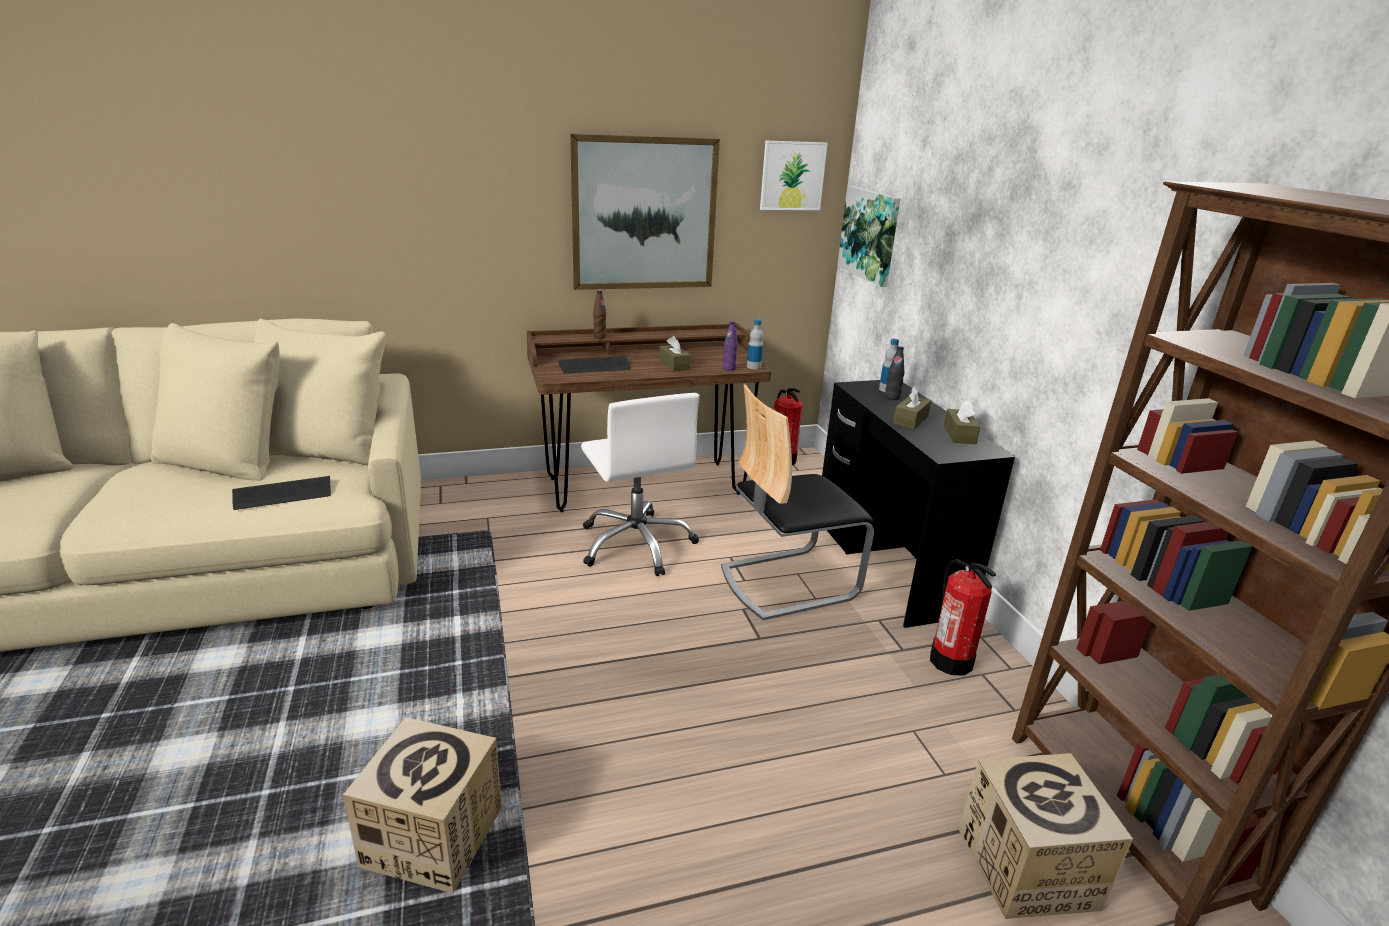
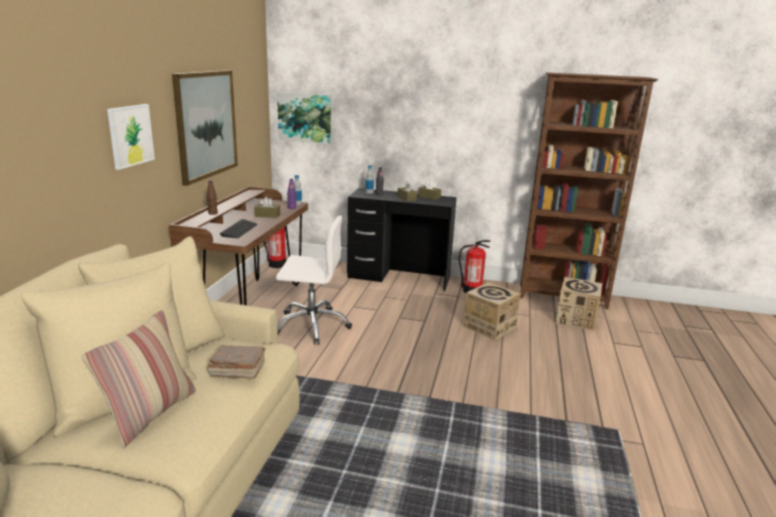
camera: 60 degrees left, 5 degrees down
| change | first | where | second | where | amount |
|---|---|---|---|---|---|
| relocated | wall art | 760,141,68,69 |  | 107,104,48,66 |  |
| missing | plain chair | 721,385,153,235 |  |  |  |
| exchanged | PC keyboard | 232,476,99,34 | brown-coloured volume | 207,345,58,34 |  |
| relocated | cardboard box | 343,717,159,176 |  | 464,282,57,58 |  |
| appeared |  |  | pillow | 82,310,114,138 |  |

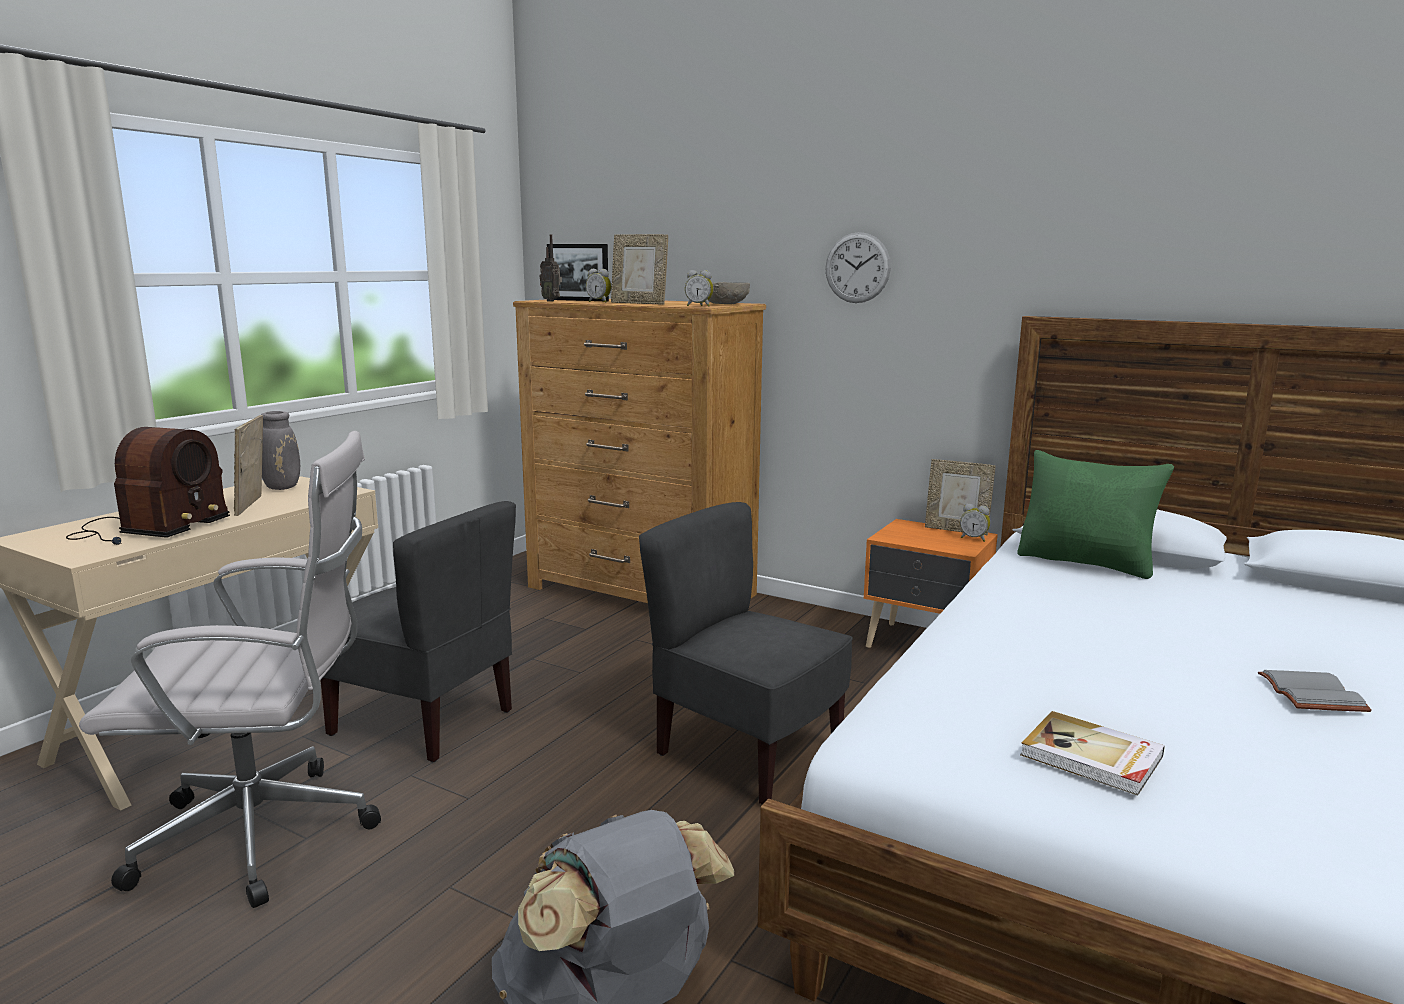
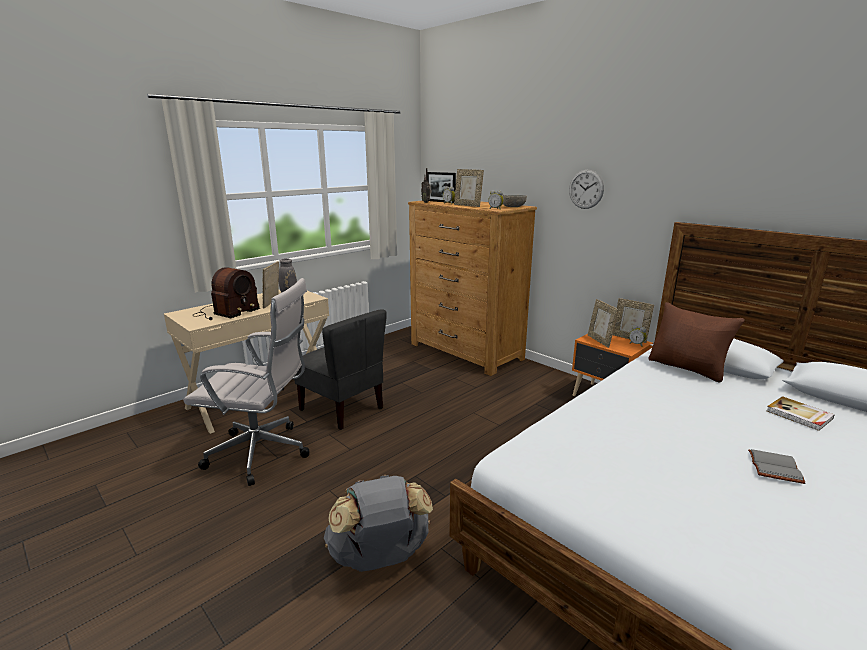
camera: 15 degrees right, 5 degrees up
| change | first | where | second | where | amount |
|---|---|---|---|---|---|
| colour | green pillow | 1017,450,157,129 | brown-coloured pillow | 648,302,97,81 |  |
| missing | grey plain chair | 639,502,214,303 |  |  |  |
| relocated | volume | 1020,711,145,85 |  | 766,396,69,35 |  |
| appeared |  |  | picture frame | 588,299,31,49 |  |

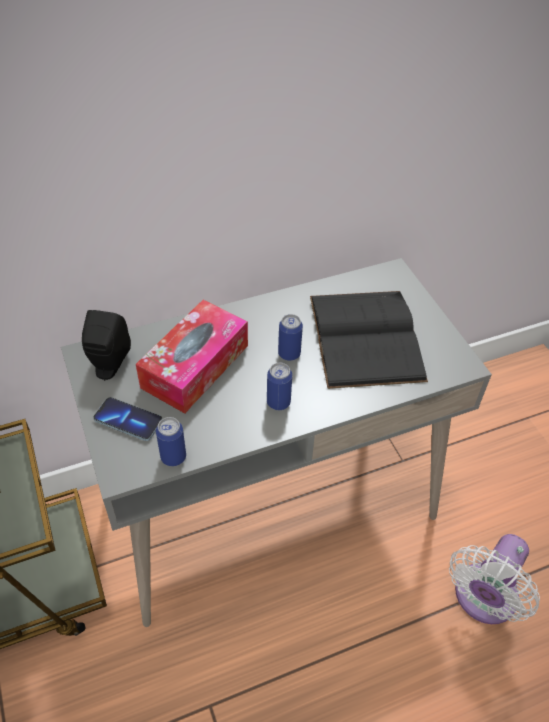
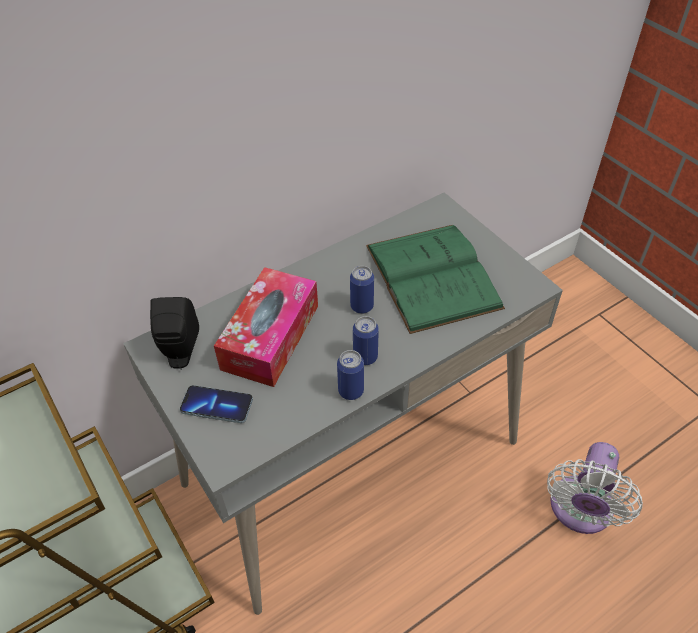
camera: 10 degrees left, 0 degrees up
| change | first | where | second | where | amount |
|---|---|---|---|---|---|
| colour | black-coloured volume | 310,291,118,98 | green volume | 366,225,139,109 |  |
| relocated | metal can | 156,417,30,49 |  | 337,350,27,50 |  |

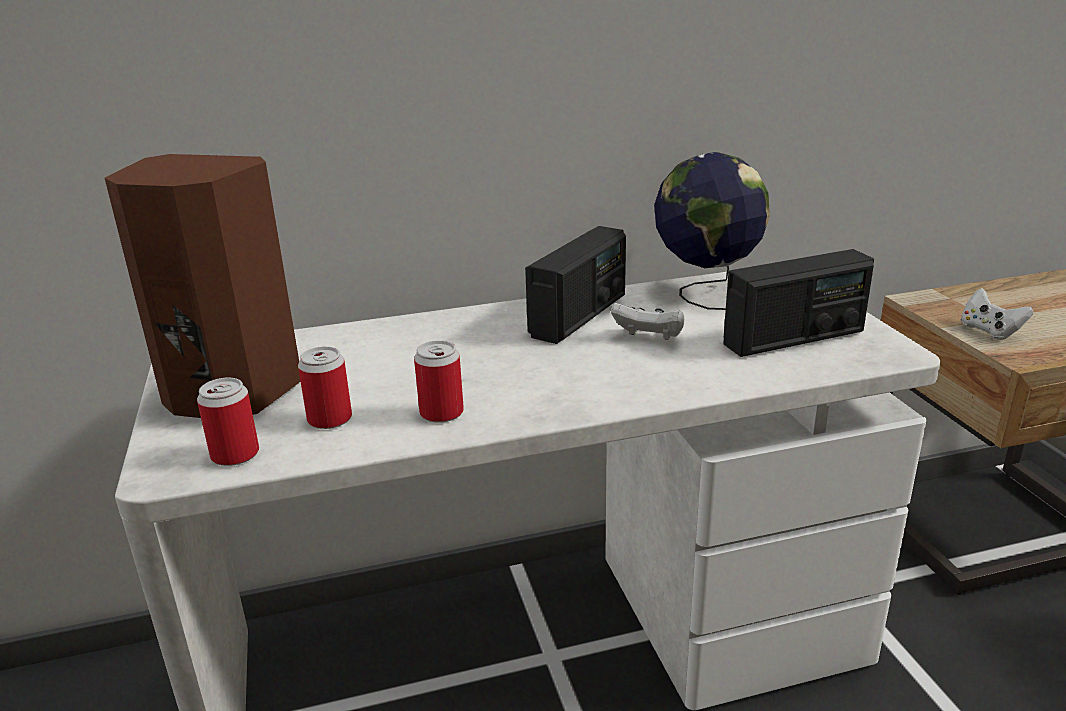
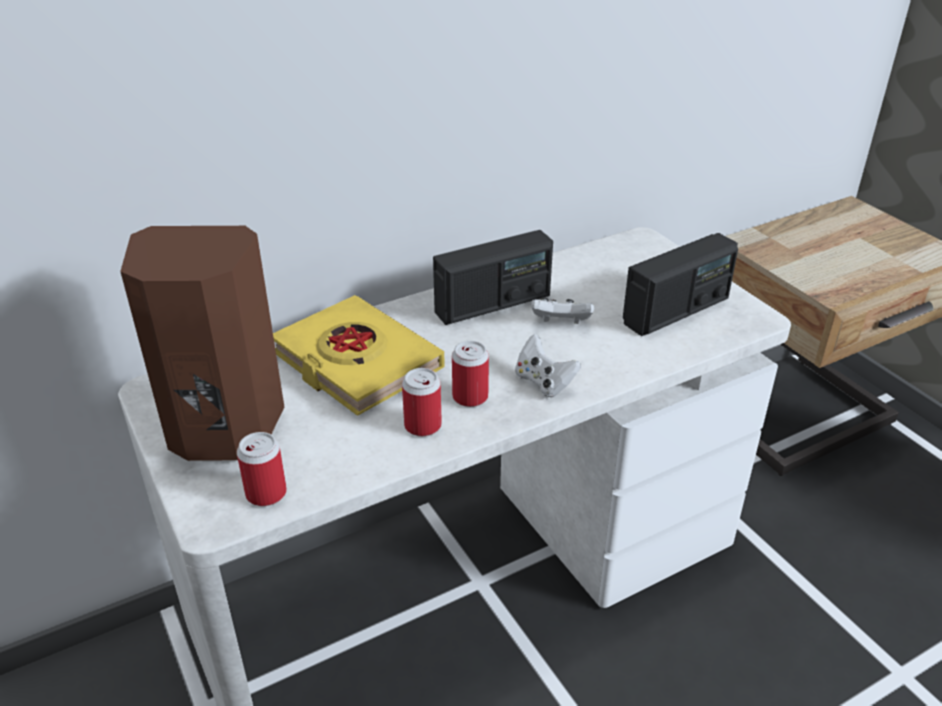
camera: 15 degrees left, 10 degrees up
| change | first | where | second | where | amount |
|---|---|---|---|---|---|
| missing | desk globe | 654,152,116,158 |  |  |  |
| spun | radio | 525,226,101,118 |  | 433,230,120,95 | 45 degrees clockwise |
| relocated | whitish game controller | 961,288,72,52 |  | 515,334,66,63 |  |
| relocated | metal can | 298,346,54,83 |  | 452,341,37,66 |  |
| appeared |  |  | yellow-coloured volume | 273,295,172,121 |  |

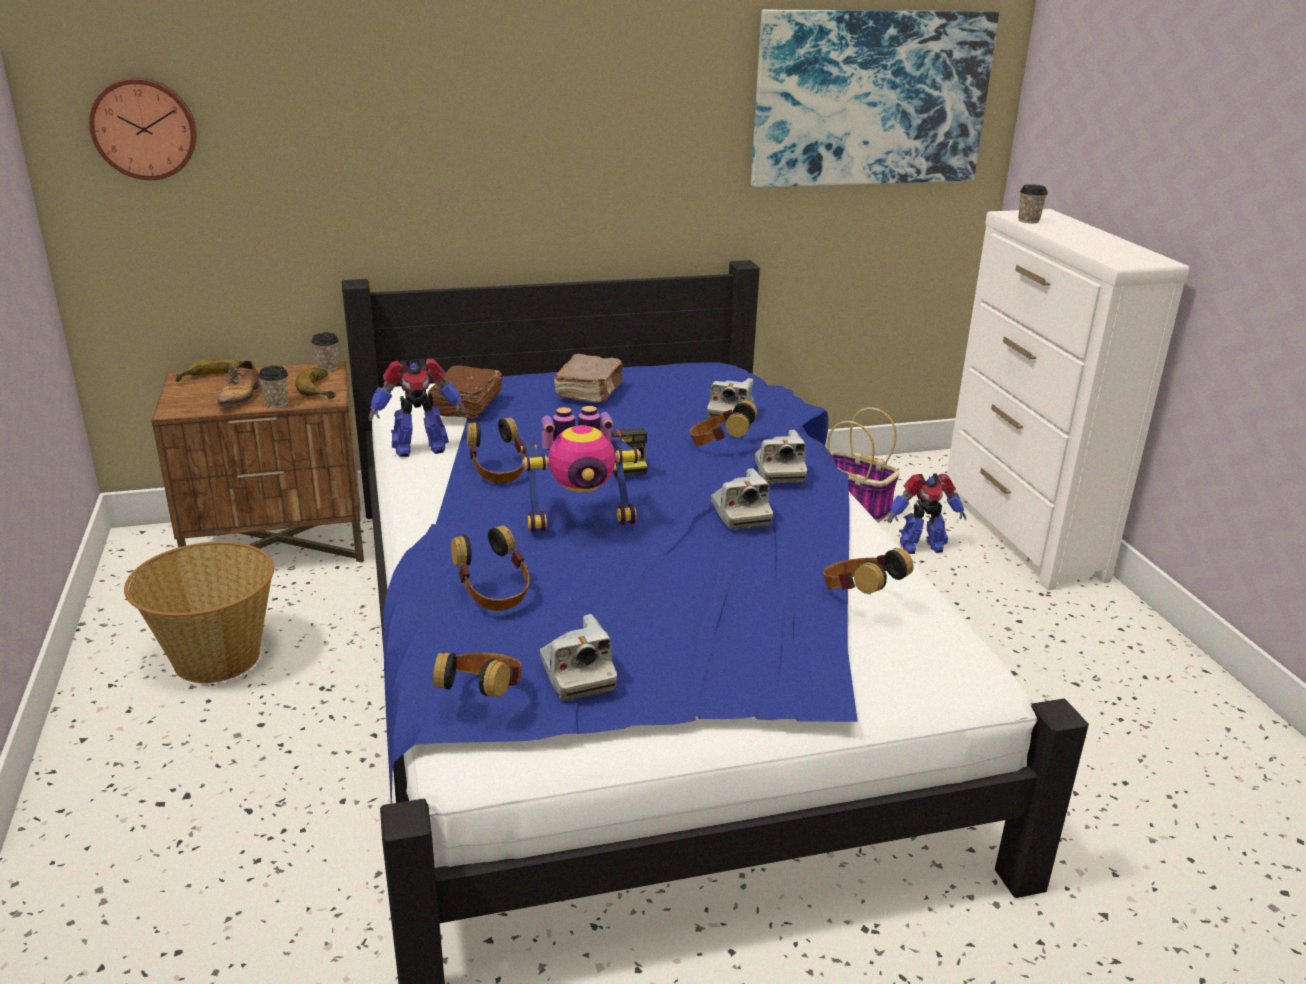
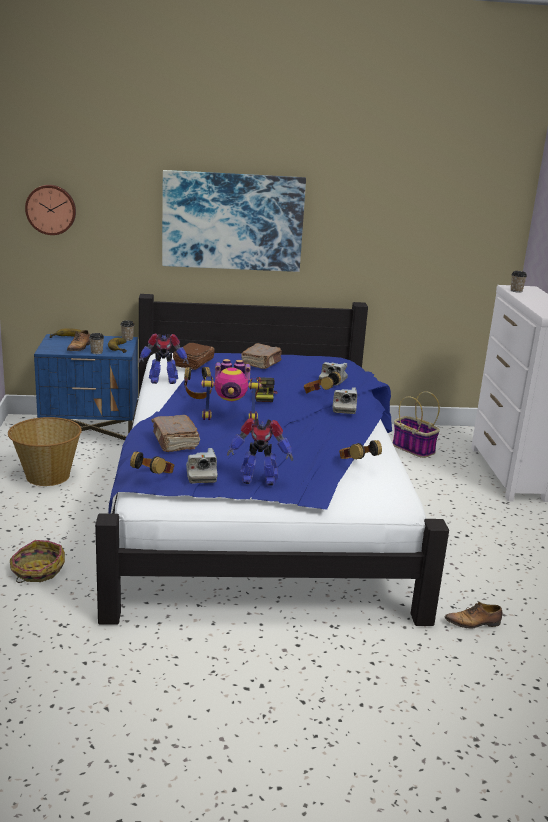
camera: 10 degrees right, 5 degrees down
| change | first | where | second | where | amount |
|---|---|---|---|---|---|
| relocated | wall art | 751,10,248,177 |  | 162,170,144,102 |  |
| colour | brown-coloured night table | 152,361,212,202 | blue night table | 34,334,104,106 |  |
| missing | still camera | 711,468,62,61 |  |  |  |
| relocated | robot figure | 887,473,79,81 |  | 227,418,66,68 |  |
| exchanged | pair of headphones | 451,525,79,86 | brown-coloured volume | 152,415,48,37 |  |
| appeared |  |  | basket | 10,540,55,43 |  |
| appeared |  |  | item of footwear | 445,602,58,26 |  |

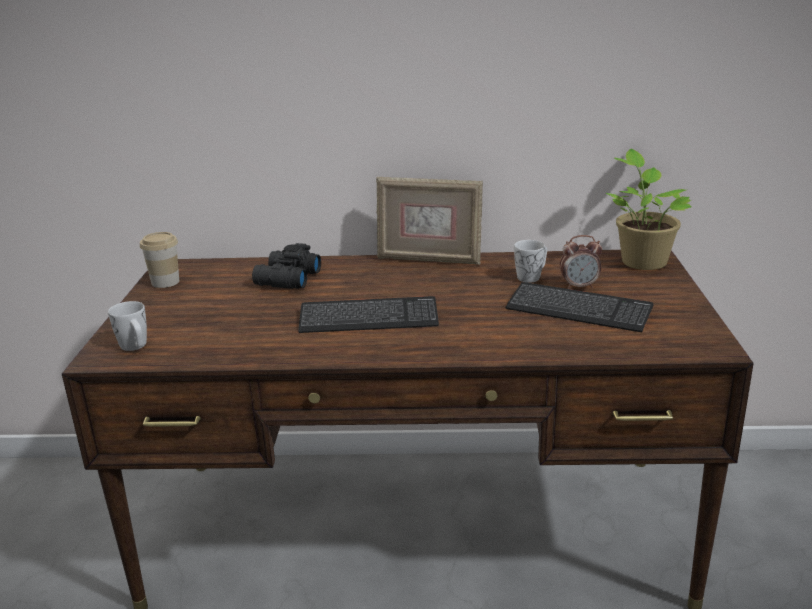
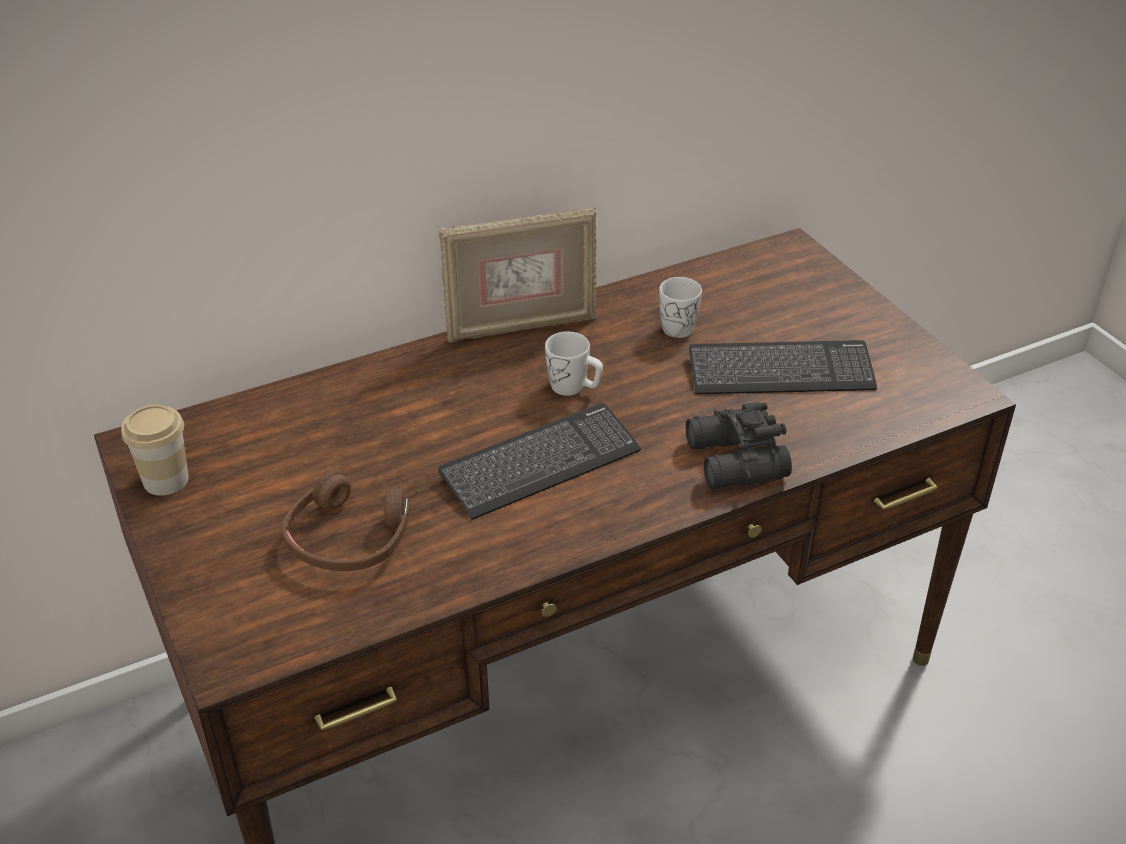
camera: 30 degrees left, 15 degrees up
| change | first | where | second | where | amount |
|---|---|---|---|---|---|
| missing | potted plant | 606,149,85,121 |  |  |  |
| missing | alarm clock | 560,235,42,54 |  |  |  |
| relocated | black-coloured pair of binoculars | 252,243,69,46 |  | 686,402,106,87 |  |
| relocated | whitish mug | 108,301,39,50 |  | 545,332,58,64 |  |
| appeared |  |  | brown-coloured pair of headphones | 282,470,128,101 |  |

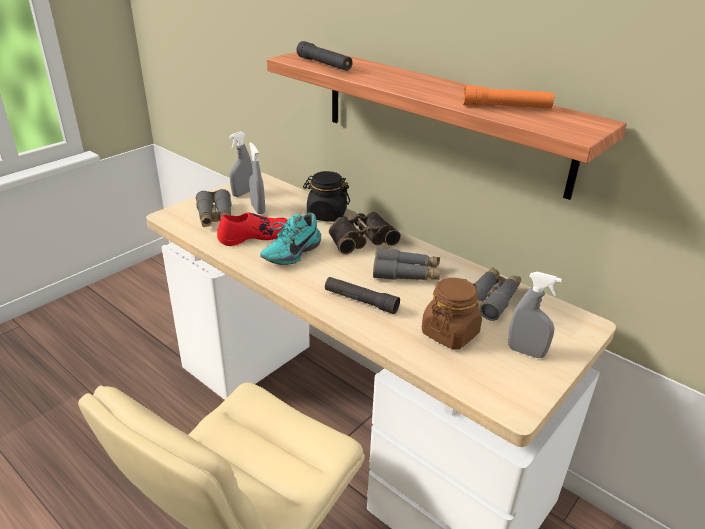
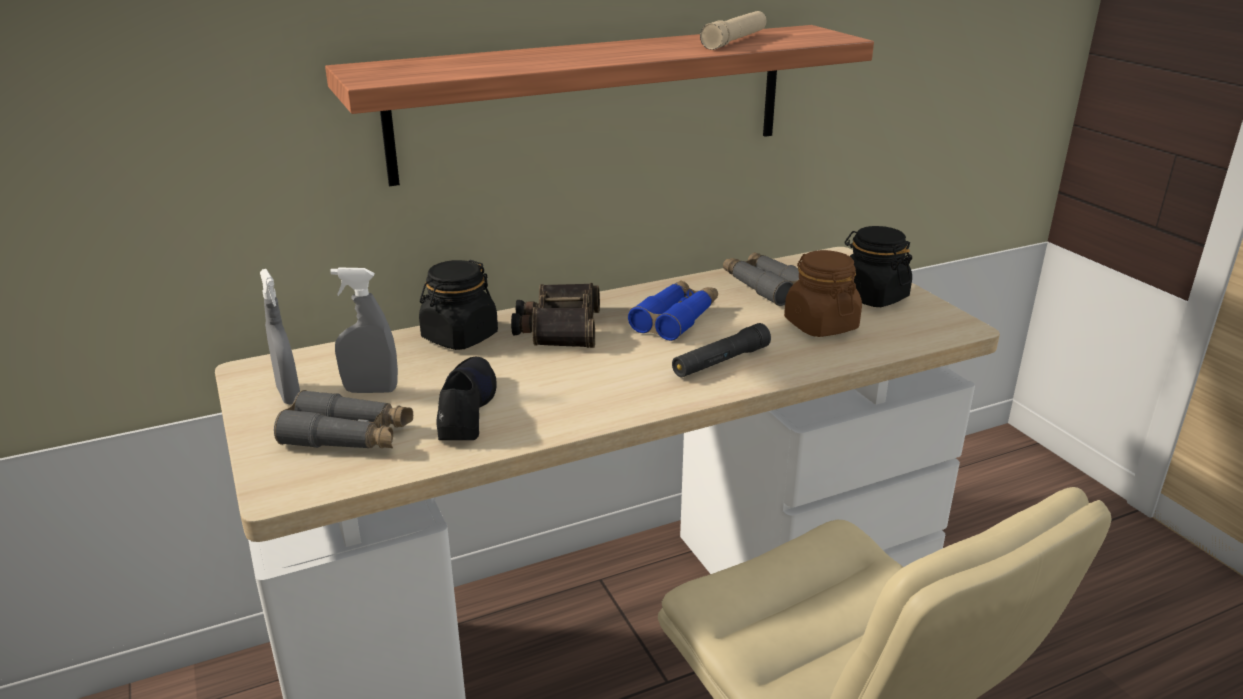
camera: 65 degrees left, 5 degrees down
| change | first | where | second | where | amount |
|---|---|---|---|---|---|
| missing | black-coloured flashlight | 296,41,57,30 |  |  |  |
| colour | orange flashlight | 463,85,91,24 | beige flashlight | 700,11,67,39 |  |
| colour | red item of footwear | 217,212,71,34 | black-coloured item of footwear | 436,357,61,83 |  |
| missing | turquoise item of footwear | 260,213,61,52 |  |  |  |
| colour | grey pair of binoculars | 373,248,67,32 | blue pair of binoculars | 628,280,90,61 |  |
| exchanged | grey sprayer | 508,272,54,86 | black-coloured storage jar | 845,226,67,81 |  |

